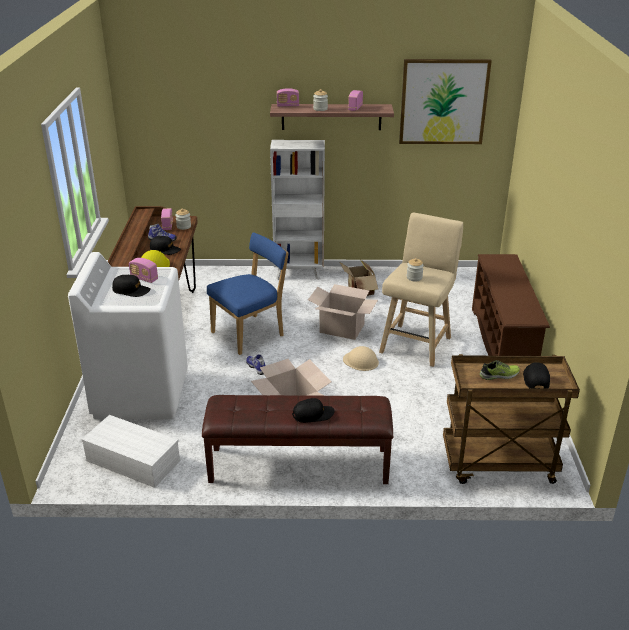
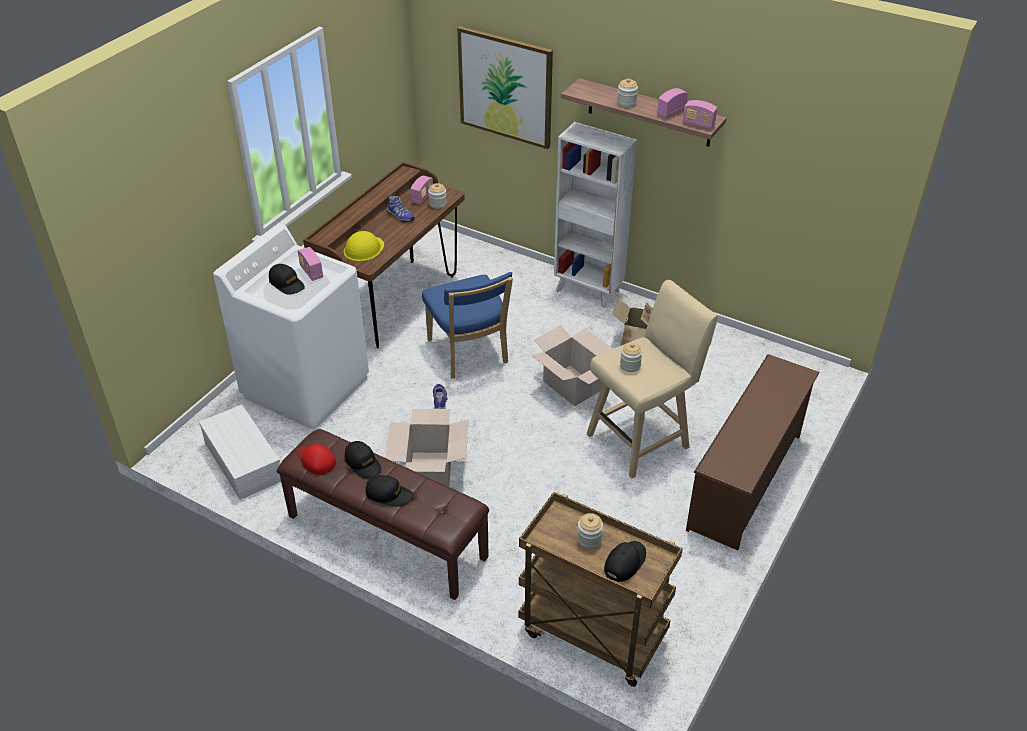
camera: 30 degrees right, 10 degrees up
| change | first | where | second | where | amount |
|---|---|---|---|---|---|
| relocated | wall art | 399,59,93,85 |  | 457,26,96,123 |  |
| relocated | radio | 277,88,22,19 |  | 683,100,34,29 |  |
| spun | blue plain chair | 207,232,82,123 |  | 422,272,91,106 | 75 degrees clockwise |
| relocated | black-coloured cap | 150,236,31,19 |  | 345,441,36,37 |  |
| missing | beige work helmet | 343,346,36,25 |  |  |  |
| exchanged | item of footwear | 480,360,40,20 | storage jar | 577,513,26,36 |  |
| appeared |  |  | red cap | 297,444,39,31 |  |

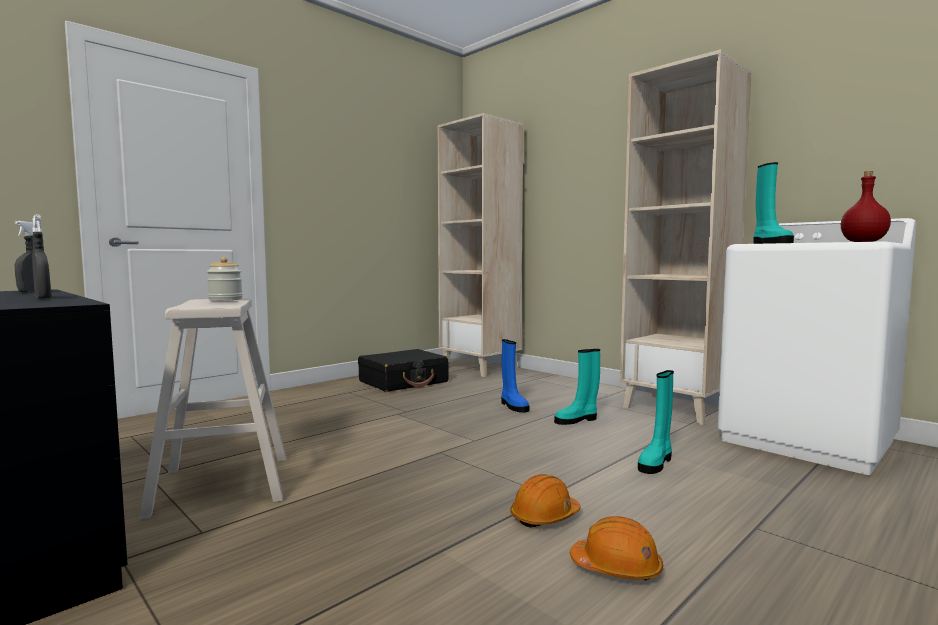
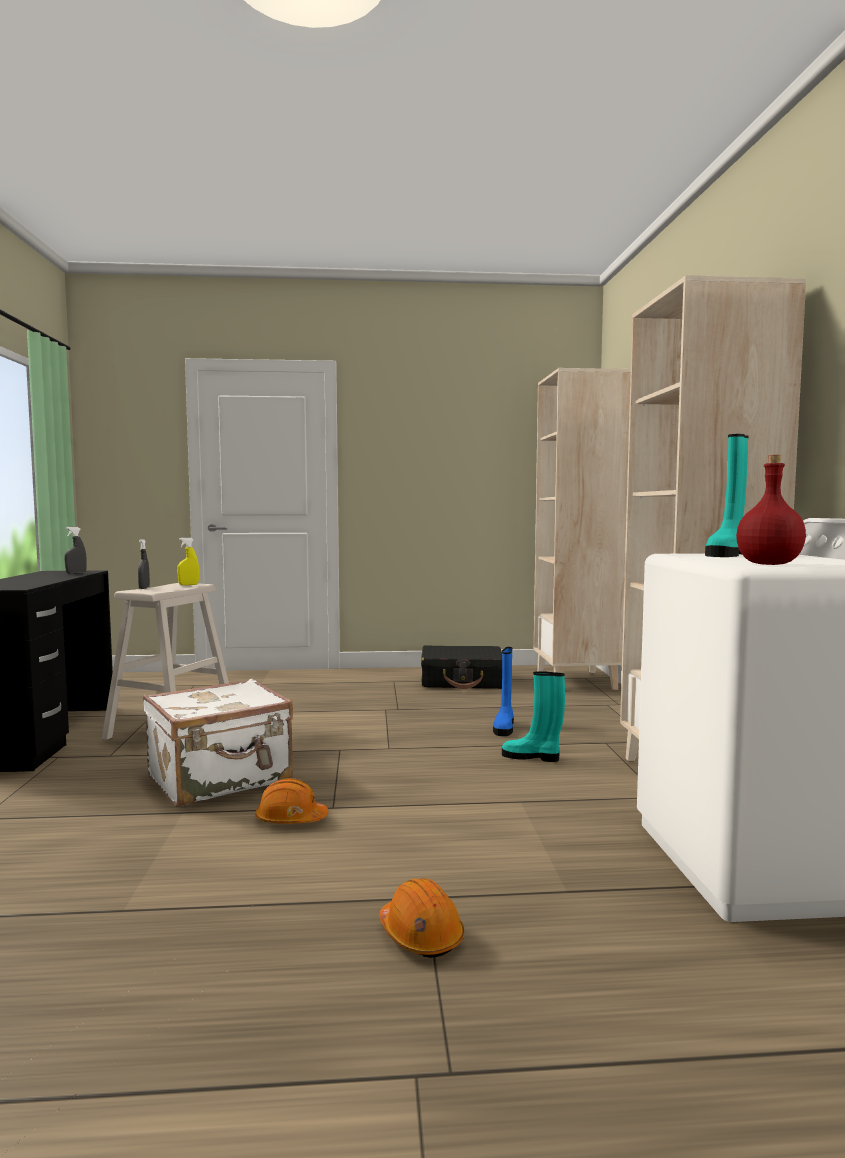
camera: 40 degrees right, 0 degrees up
| change | first | where | second | where | amount |
|---|---|---|---|---|---|
| relocated | grey sprayer | 32,214,19,84 |  | 138,539,12,50 |  |
| exchanged | storage jar | 207,257,36,44 | yellow-coloured sprayer | 177,538,22,47 |  |
| missing | turquoise high-top boot | 638,370,36,104 |  |  |  |
| relocated | orange work helmet | 570,516,93,64 |  | 379,878,85,80 |  |
| appeared |  |  | whitish suitcase | 143,679,150,128 |  |

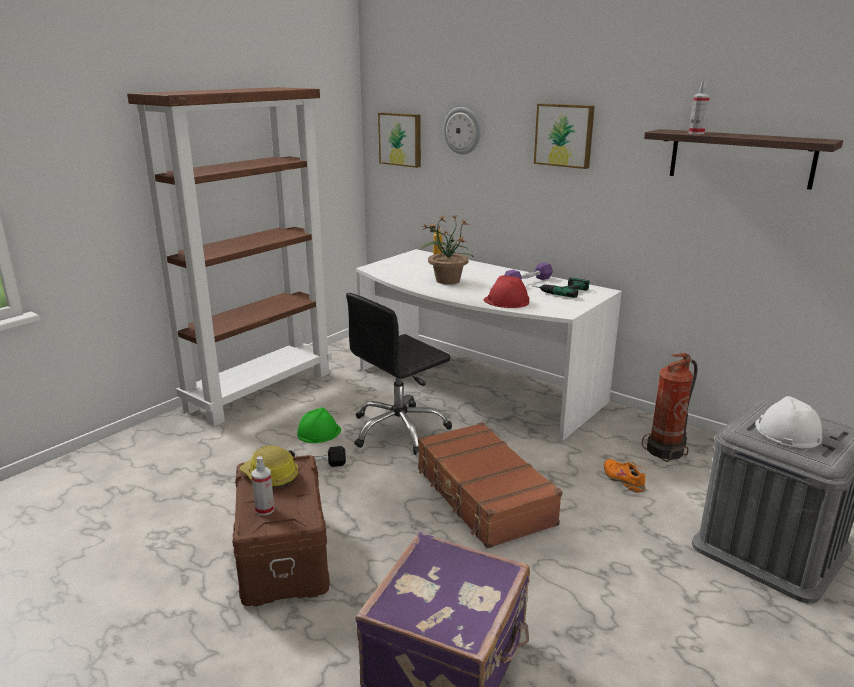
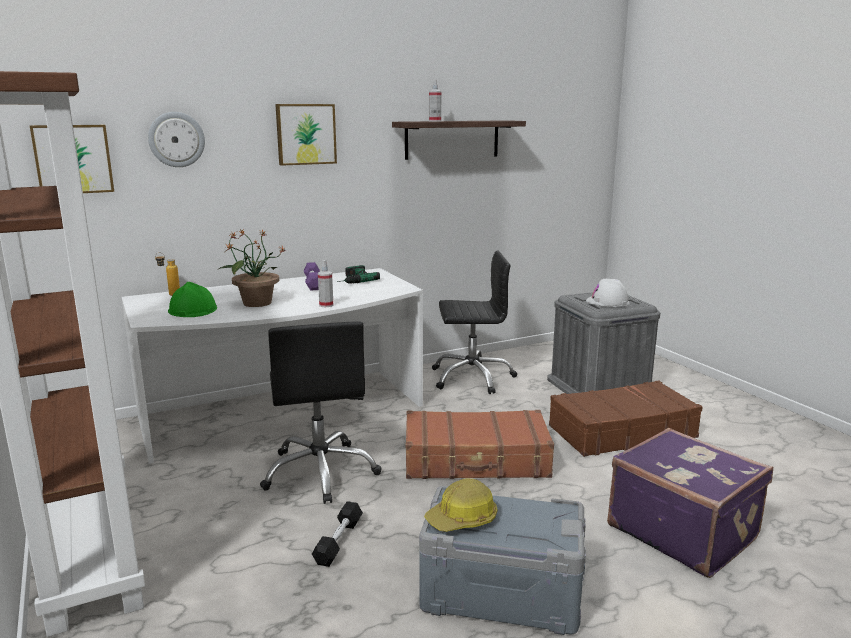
camera: 65 degrees left, 5 degrees down
| change | first | where | second | where | amount |
|---|---|---|---|---|---|
| missing | red work helmet | 484,275,45,33 |  |  |  |
| exchanged | fire-fighting cylinder | 642,353,56,109 | black-coloured office chair | 432,251,85,143 |  |
| relocated | green work helmet | 297,408,44,35 |  | 168,282,49,35 |  |
| colour | brown-coloured storage container | 232,455,98,151 | grey storage container | 419,486,167,149 |  |
| relocated | sprayer | 252,456,22,60 |  | 318,260,15,47 |  |
| missing | orange item of footwear | 604,459,42,34 |  |  |  |
| appeared |  |  | brown-coloured suitcase | 549,380,154,77 |  |

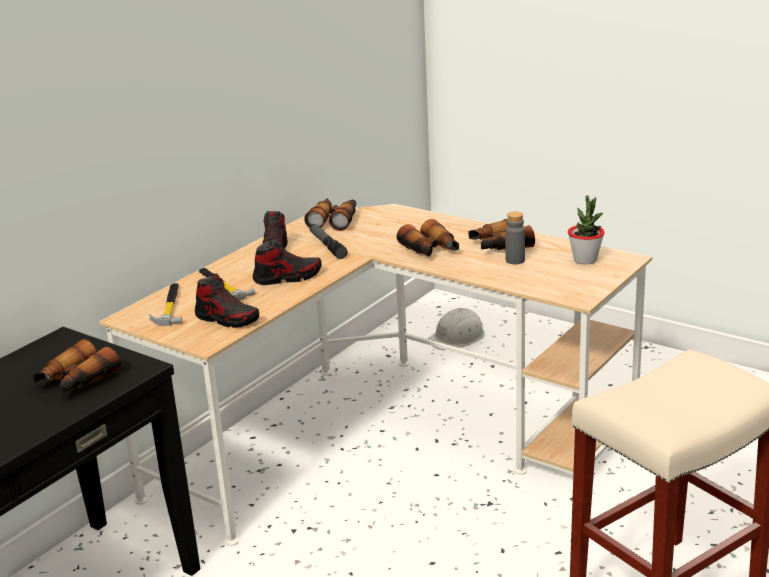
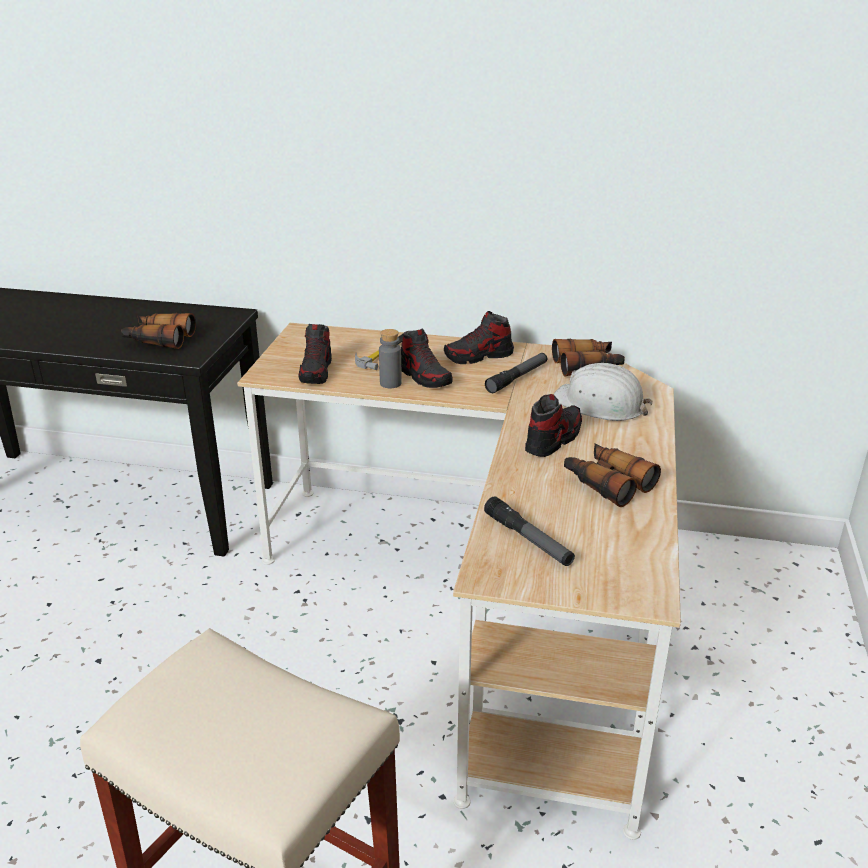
camera: 65 degrees right, 5 degrees up
| change | first | where | second | where | amount |
|---|---|---|---|---|---|
| missing | potted plant | 568,195,37,69 |  |  |  |
| relocated | grey drink bottle | 505,212,20,52 |  | 379,329,23,59 |  |
| exchanged | pair of binoculars | 397,219,62,38 | item of footwear | 525,394,57,63 |  |
| missing | tool hammer | 149,283,33,43 |  |  |  |
| relocated | whitish work helmet | 428,308,57,42 |  | 553,363,100,58 |  |
| appeared |  |  | flashlight | 484,496,91,70 |  |

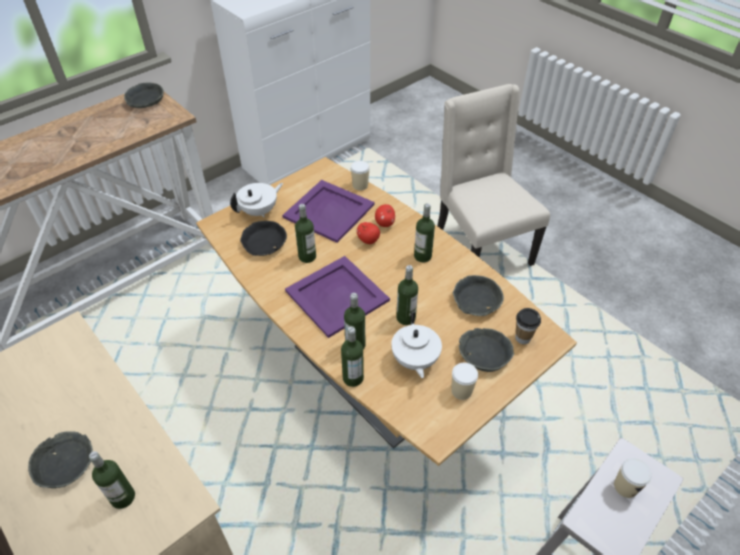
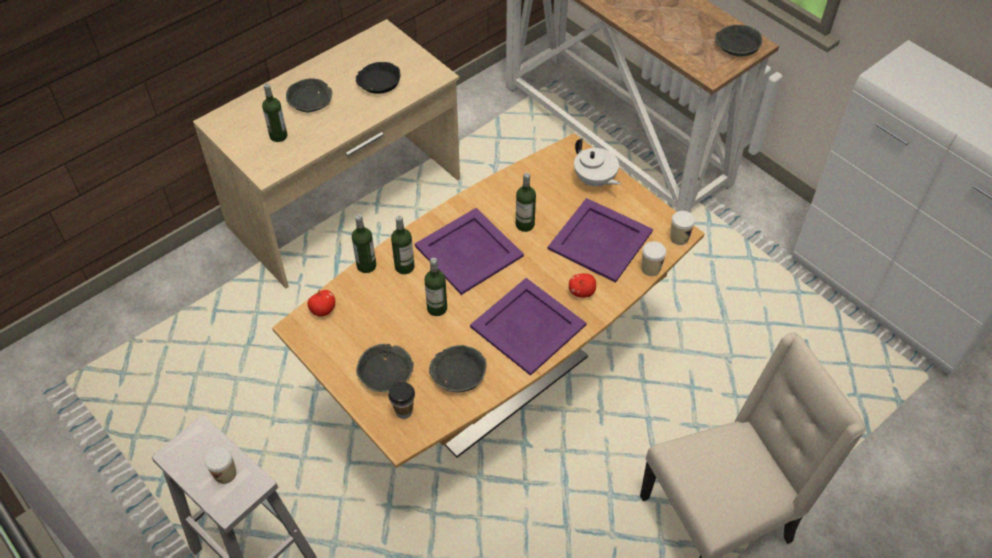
camera: 90 degrees right, 5 degrees up
| change | first | where | second | where | amount |
|---|---|---|---|---|---|
| exchanged | drink bottle | 414,203,21,59 | purple tray | 470,278,116,98 |  |
| relocated | black-coloured serving bowl | 240,221,47,35 |  | 356,62,44,32 |  |
| relocated | whole apple | 357,222,23,22 |  | 307,289,28,28 |  |
| missing | whitish tea pot | 391,311,51,67 |  |  |  |
| relocated | small cup | 451,363,27,37 |  | 670,211,25,34 |  |

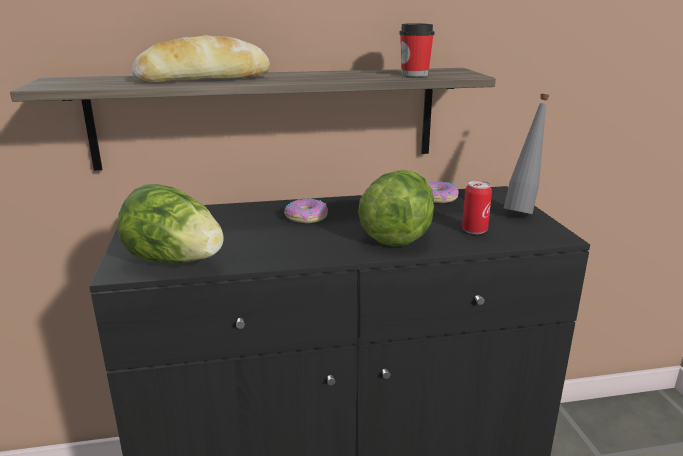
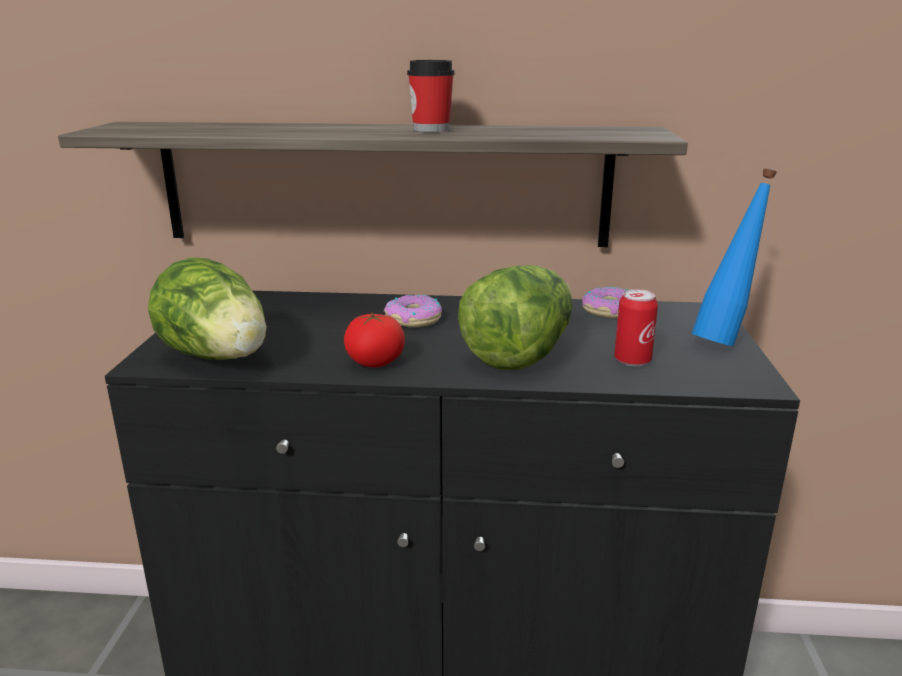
camera: 15 degrees right, 0 degrees up
| change | first | where | second | where | amount |
|---|---|---|---|---|---|
| relocated | small cup | 399,23,36,54 |  | 407,60,48,72 |  |
| missing | bakery bread | 132,35,138,47 |  |  |  |
| colour | grey drink bottle | 504,94,46,120 | blue drink bottle | 692,169,85,177 |  |
| appeared |  |  | whole tomato | 344,312,61,55 |  |

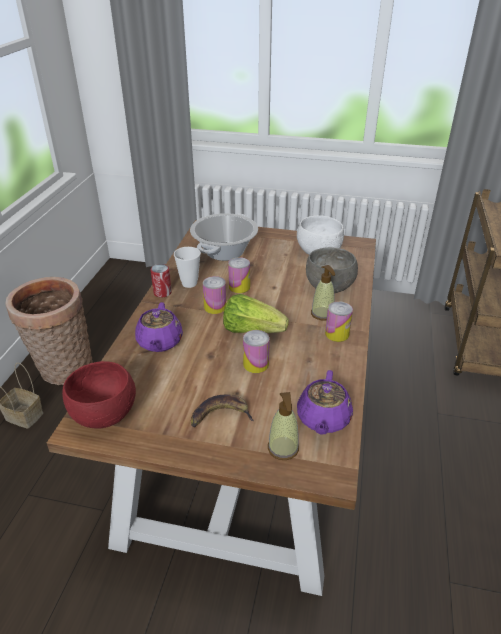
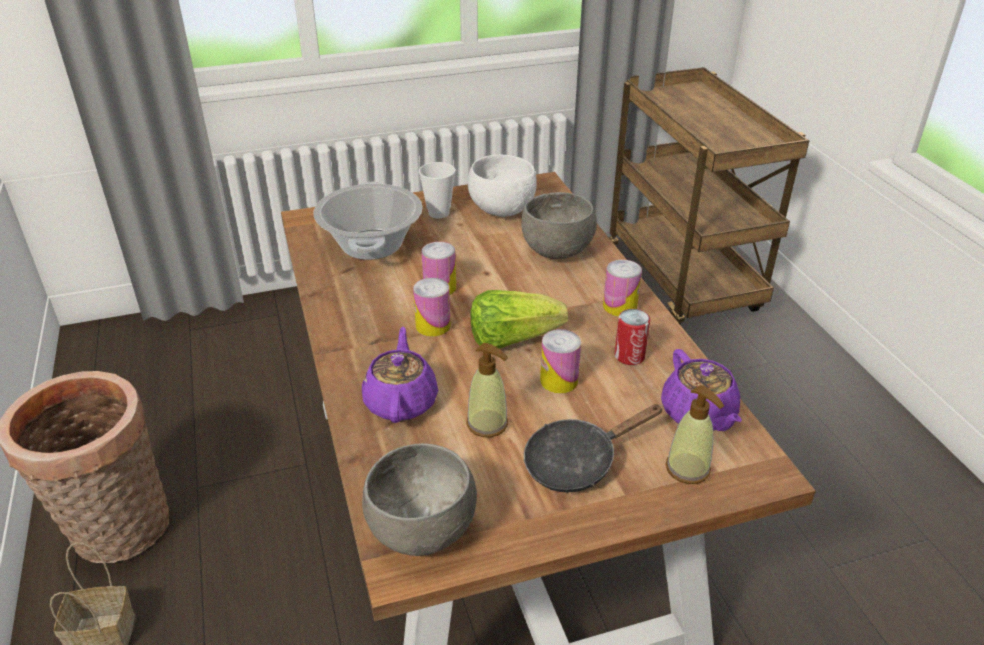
camera: 30 degrees left, 0 degrees up
| change | first | where | second | where | amount |
|---|---|---|---|---|---|
| relocated | small cup | 174,247,27,41 |  | 419,162,37,57 |  |
| relocated | metal can | 151,264,21,34 |  | 614,309,36,56 |  |
| relocated | liquid soap bottle | 311,265,24,56 |  | 467,343,41,94 |  |
| spun | purple tea pot | 135,302,48,50 |  | 362,327,76,96 | 150 degrees counterclockwise |
| colour | red serving bowl | 62,361,74,68 | grey serving bowl | 362,443,115,113 |  |
| exchanged | banana | 191,394,63,33 | black-coloured pan | 524,404,139,89 |  |

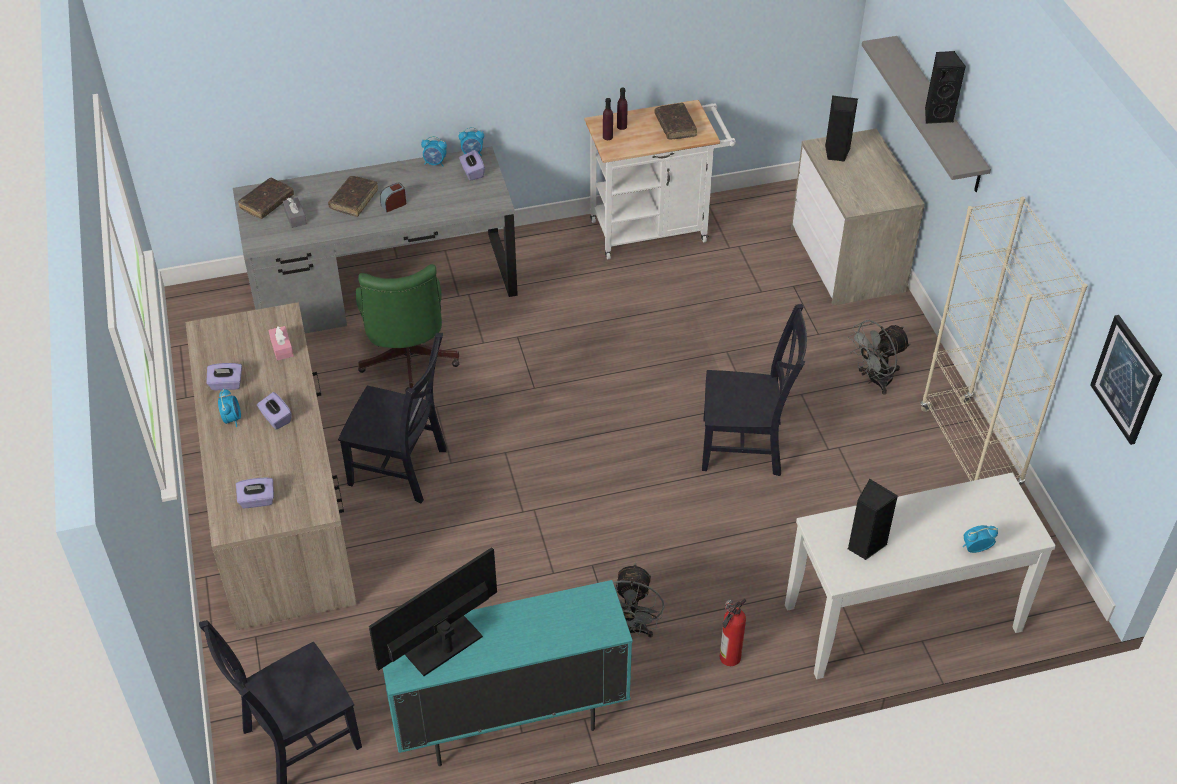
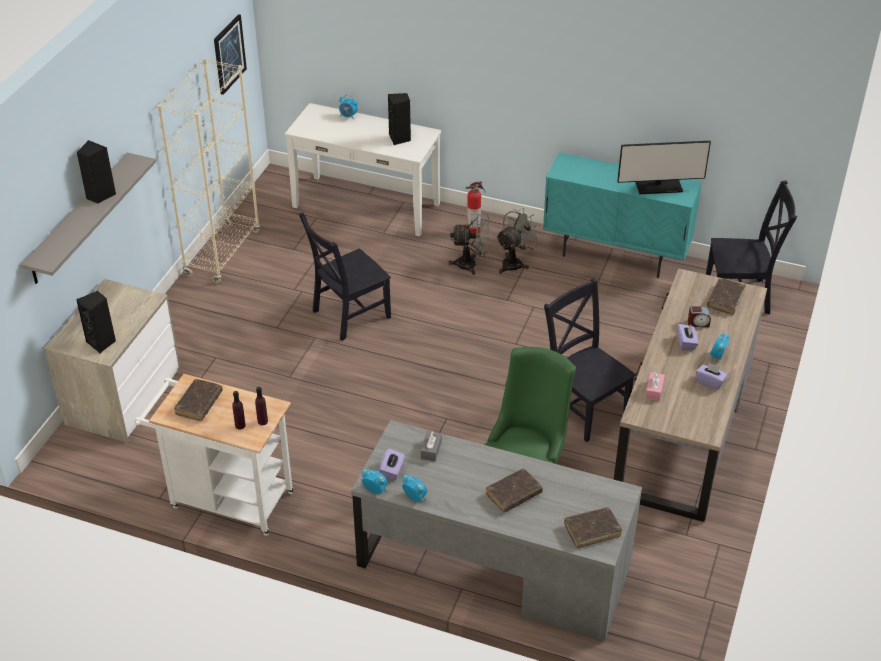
camera: 145 degrees left, 5 degrees down
| change | first | where | second | where | amount |
|---|---|---|---|---|---|
| relocated | alarm clock | 380,182,26,30 |  | 688,306,23,21 |  |
| relocated | grey box of tissues | 283,197,24,31 |  | 421,431,21,30 |  |
| spun | black-coloured plain chair | 702,304,105,172 |  | 299,213,92,128 | 75 degrees counterclockwise |
| relocated | grey fan | 848,320,63,75 |  | 448,213,41,62 |  |
| exchanged | purple box of tissues | 236,478,38,30 | brown-coloured volume | 707,279,39,36 |  |

